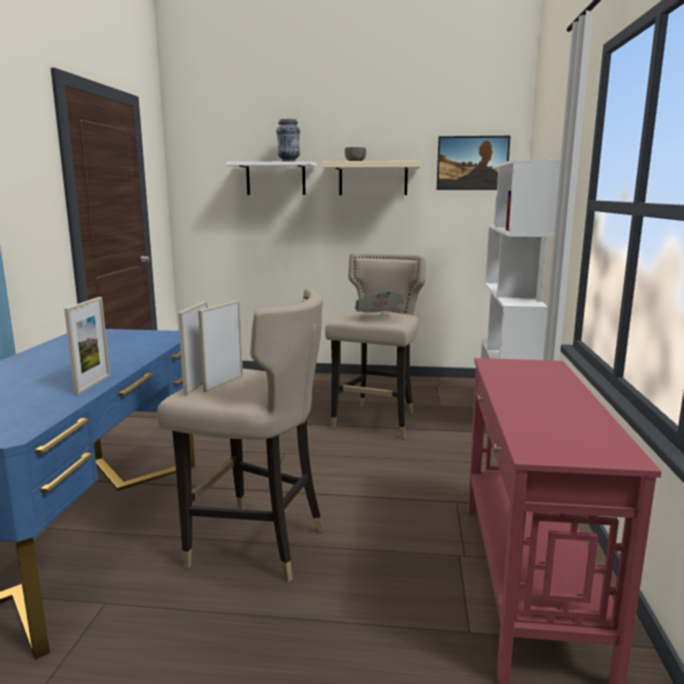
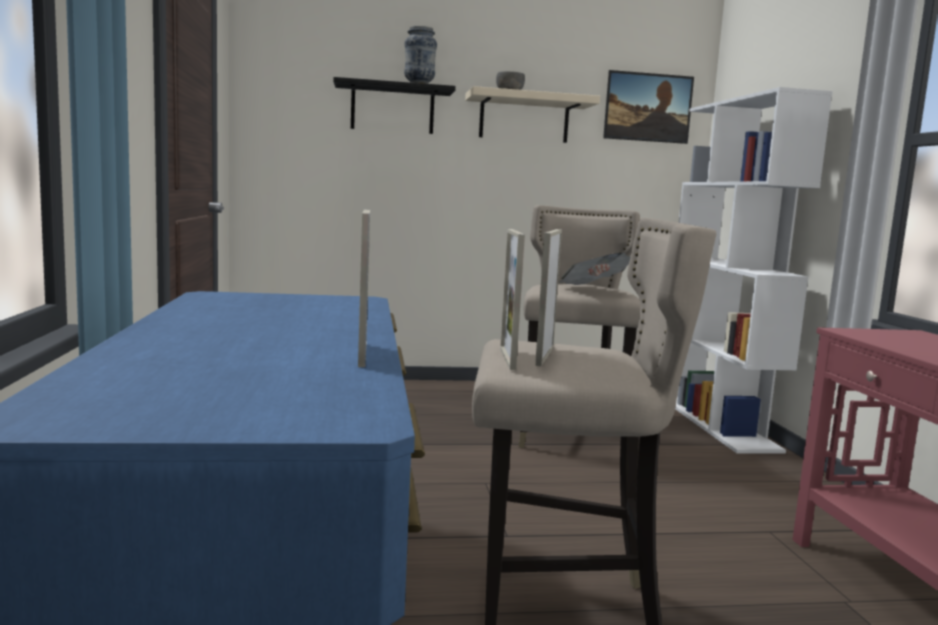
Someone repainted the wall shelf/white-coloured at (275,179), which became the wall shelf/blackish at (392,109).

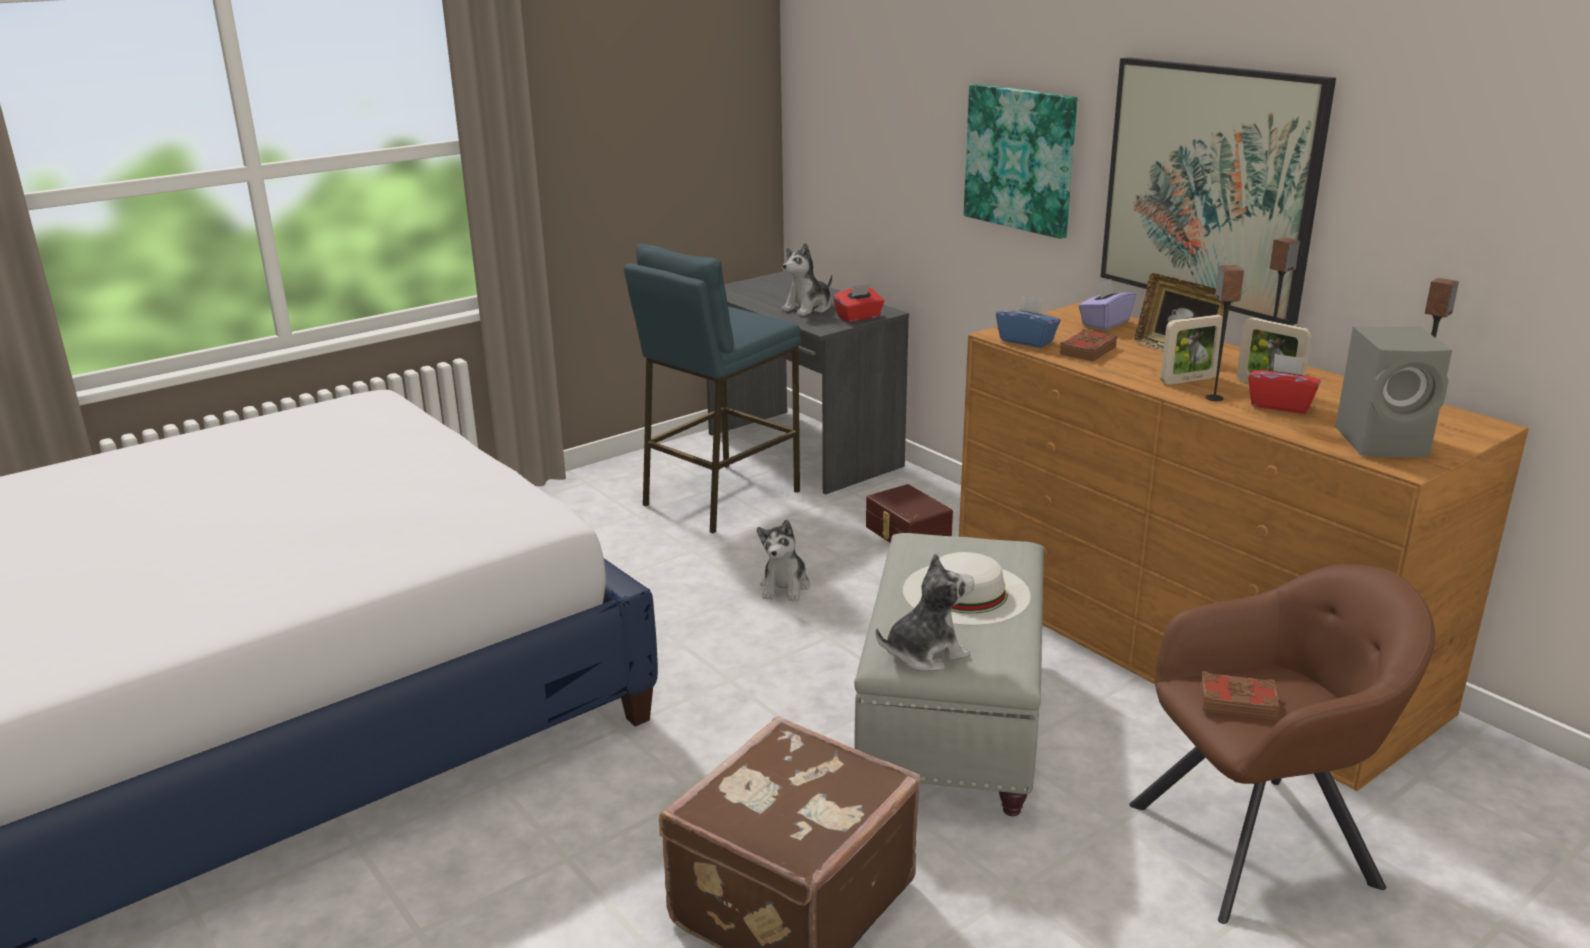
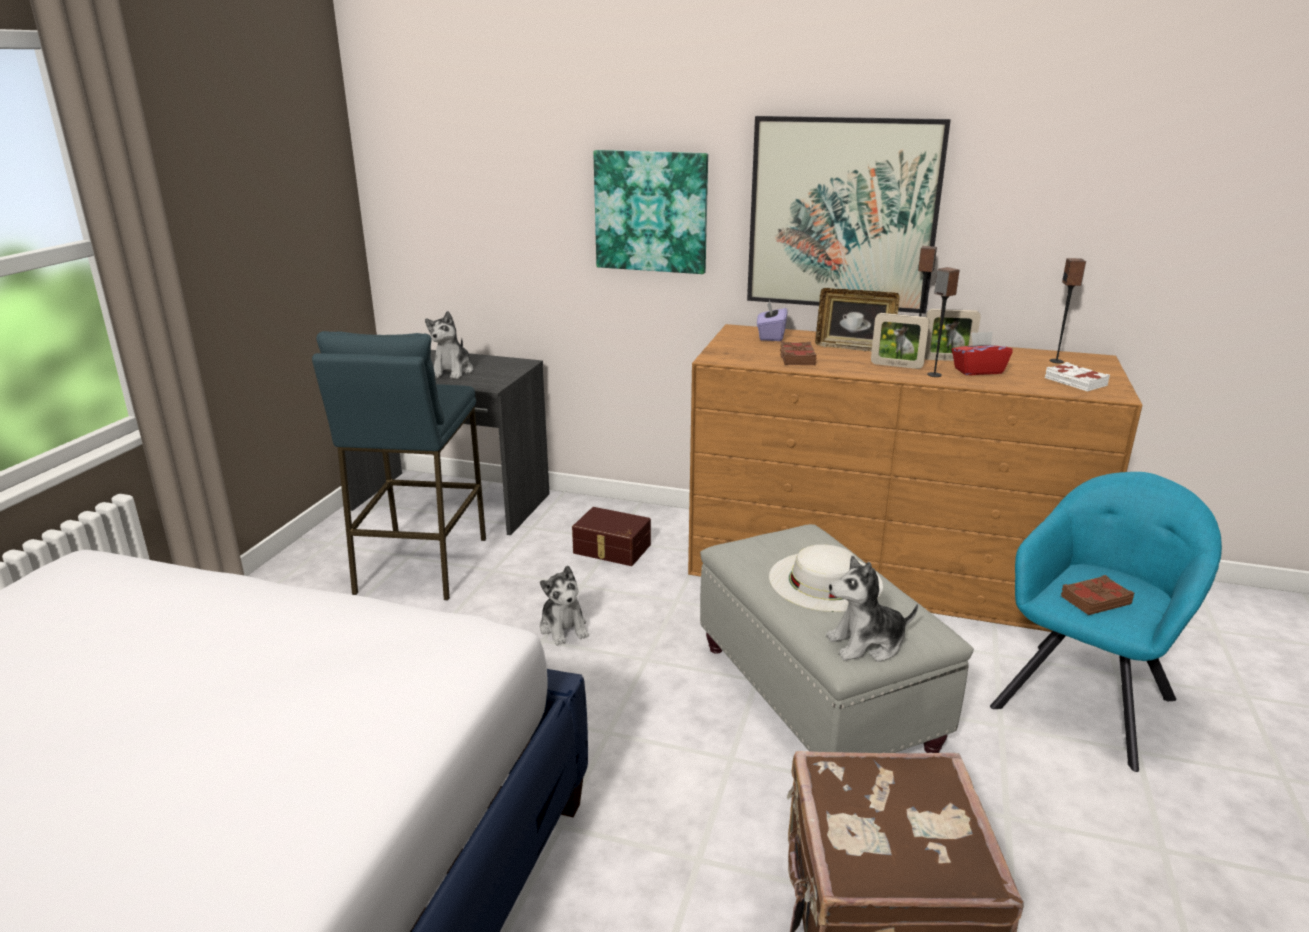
Someone rotated the soft toy at (925,653) by 135 degrees counterclockwise. Someone rotated the standing frame at (1189,380) by 75 degrees clockwise. Someone repainted the lounge chair/brownish at (1261,842), which became the lounge chair/turquoise-coloured at (1086,698). Someone swapped the loudspeaker/greyish at (1384,442) for the book/white-coloured at (1075,382). Someone took away the box of tissues/red at (859,317). Someone took away the box of tissues/blue at (1026,341).

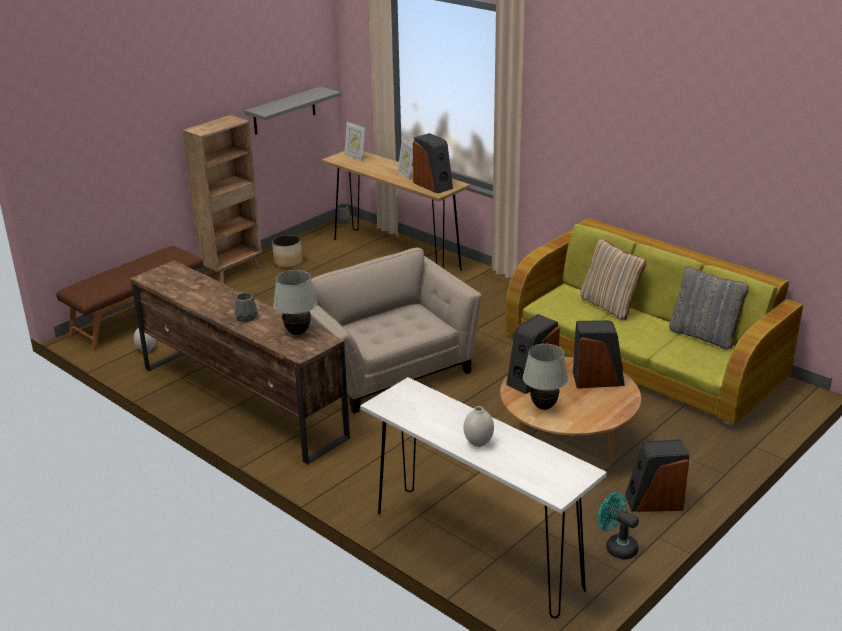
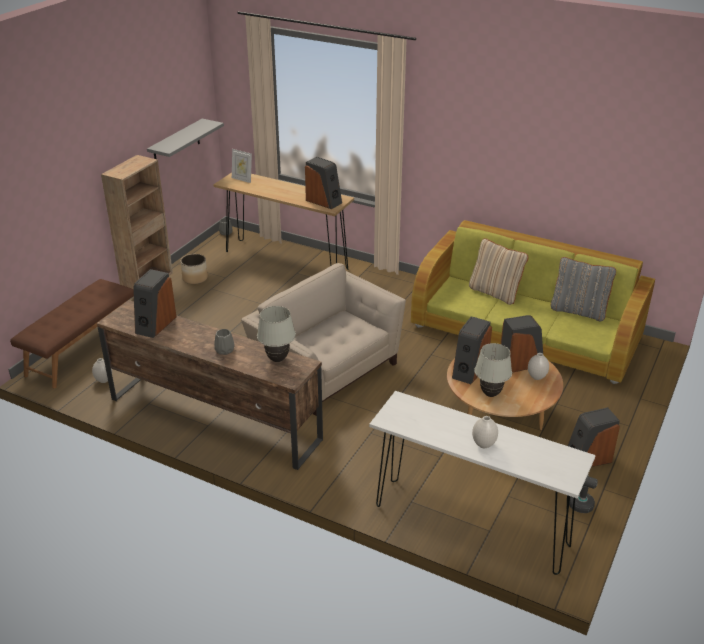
Someone put down the loudspeaker at (155,324). Someone put down the vase/white-coloured at (536,377). Someone took away the standing frame at (406,175).

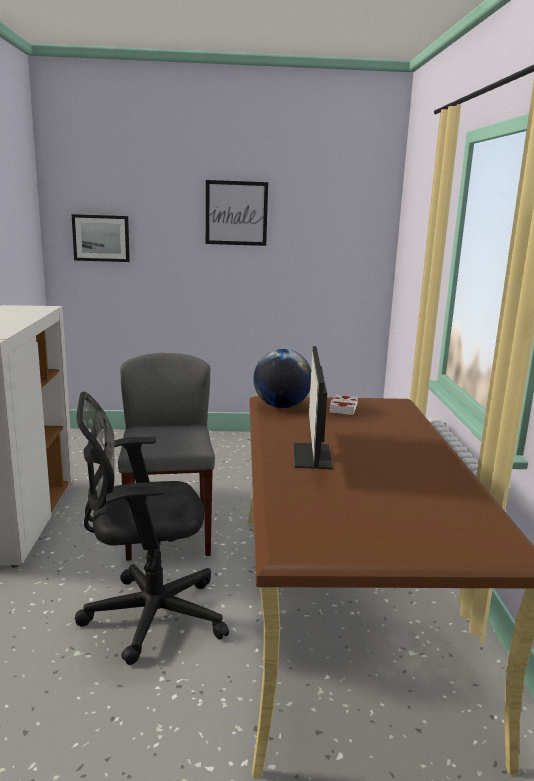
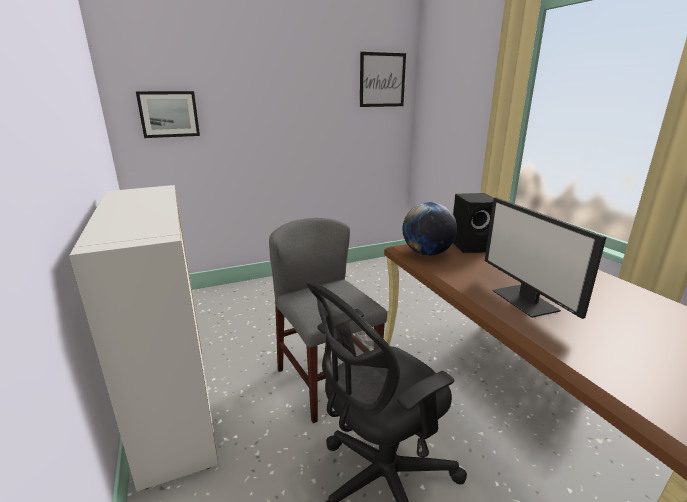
Someone carried the picture from (236,213) to (382,80). Someone swapped the book/white-coloured at (343,408) for the loudspeaker/blackish at (472,246).

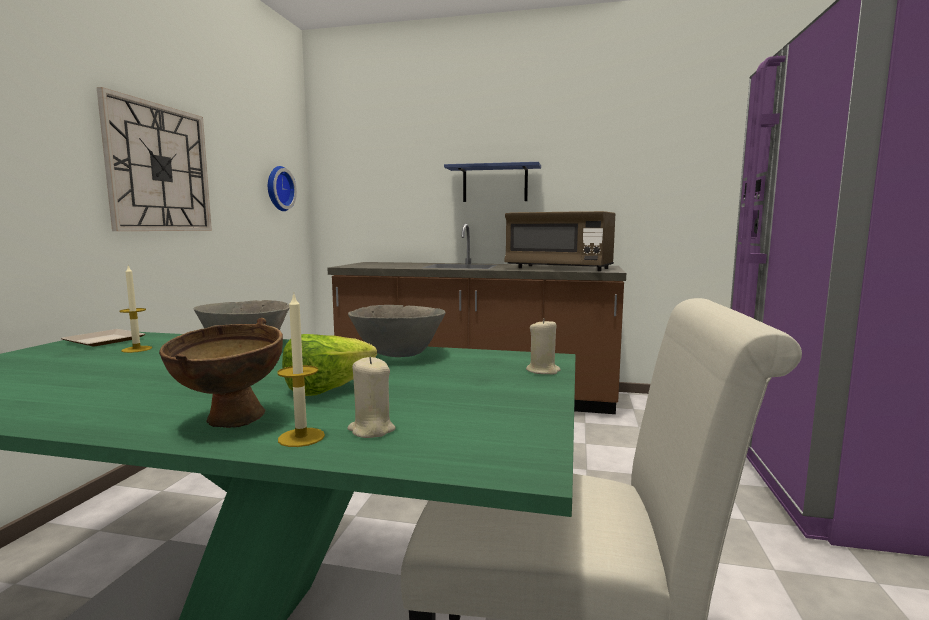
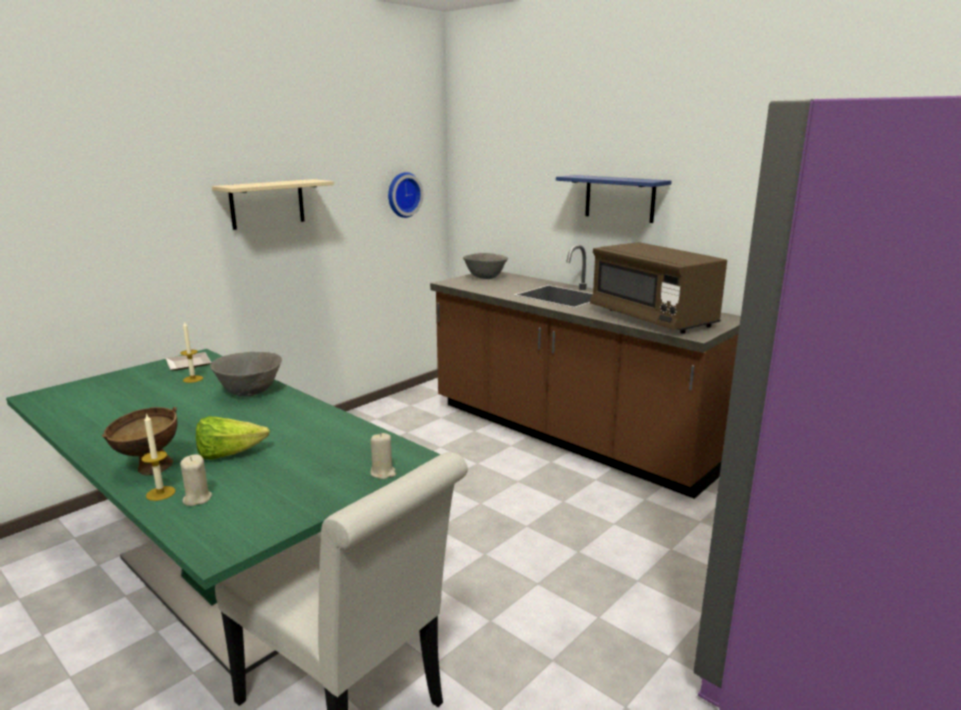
Someone swapped the clock on the wall at (159,168) for the wall shelf/sand-coloured at (267,204). Someone carried the bowl/greyish from (398,355) to (485,278).

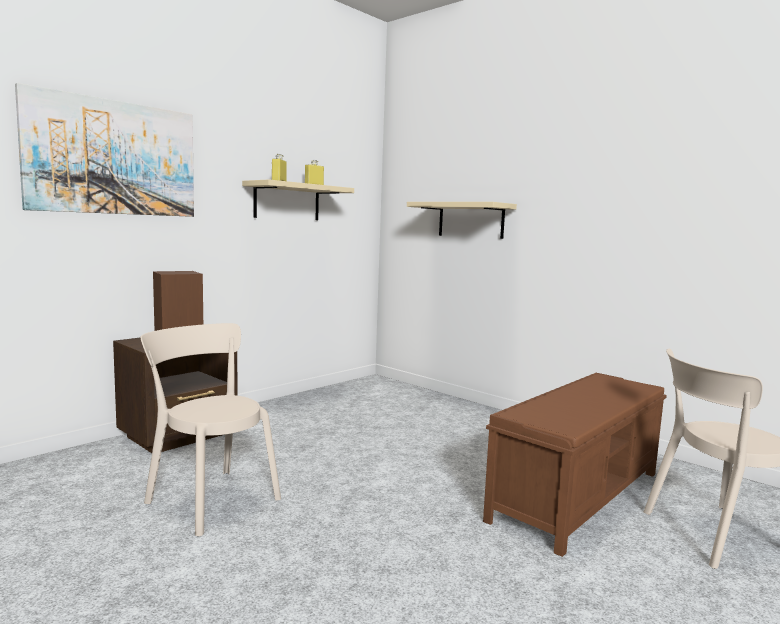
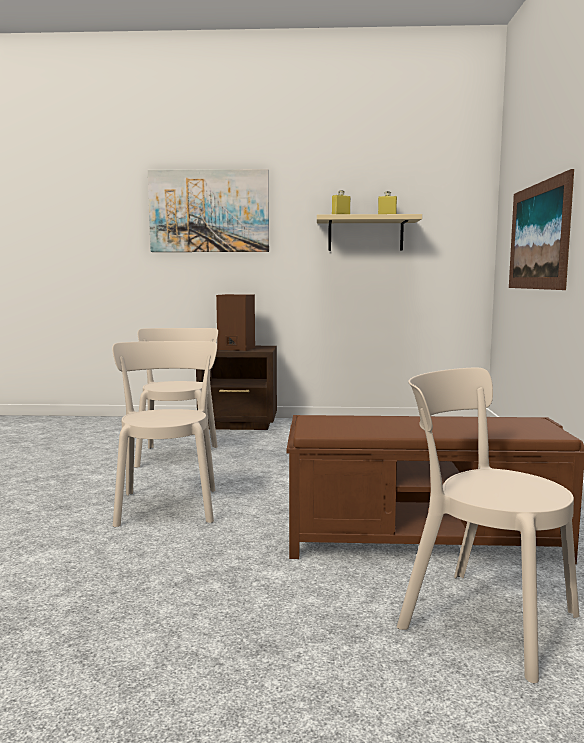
Someone put down the upright chair/sand-coloured at (168,505). Someone swapped the wall shelf/sand-coloured at (470,220) for the picture at (538,236).

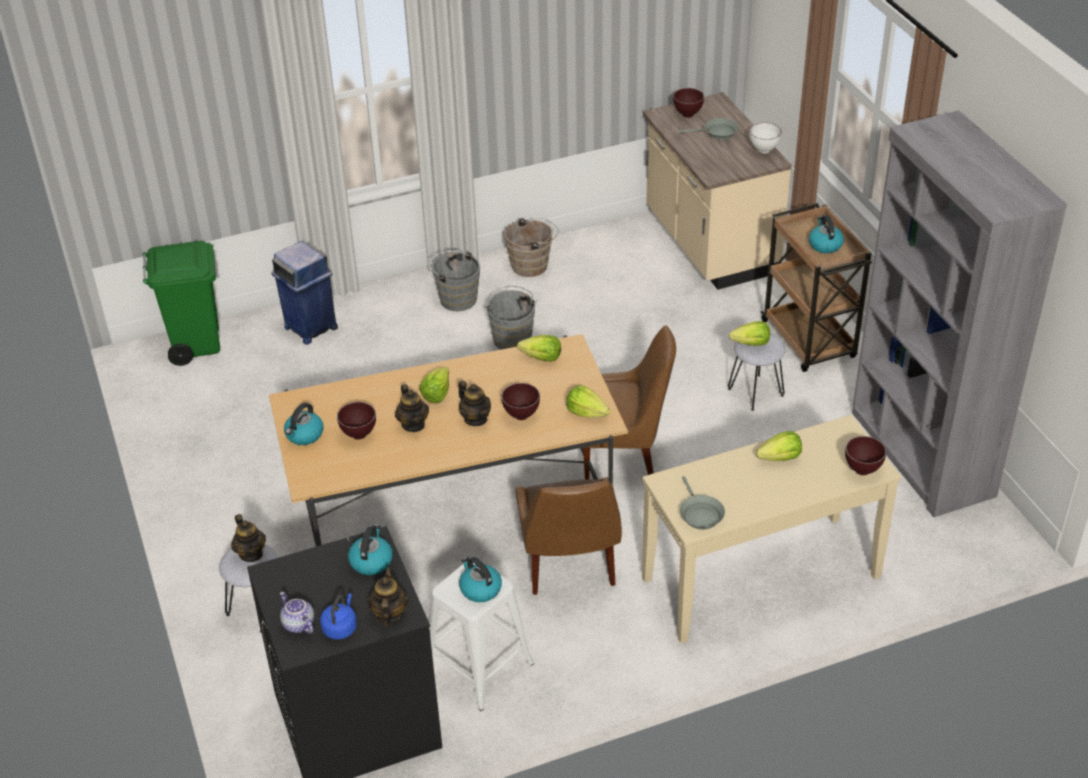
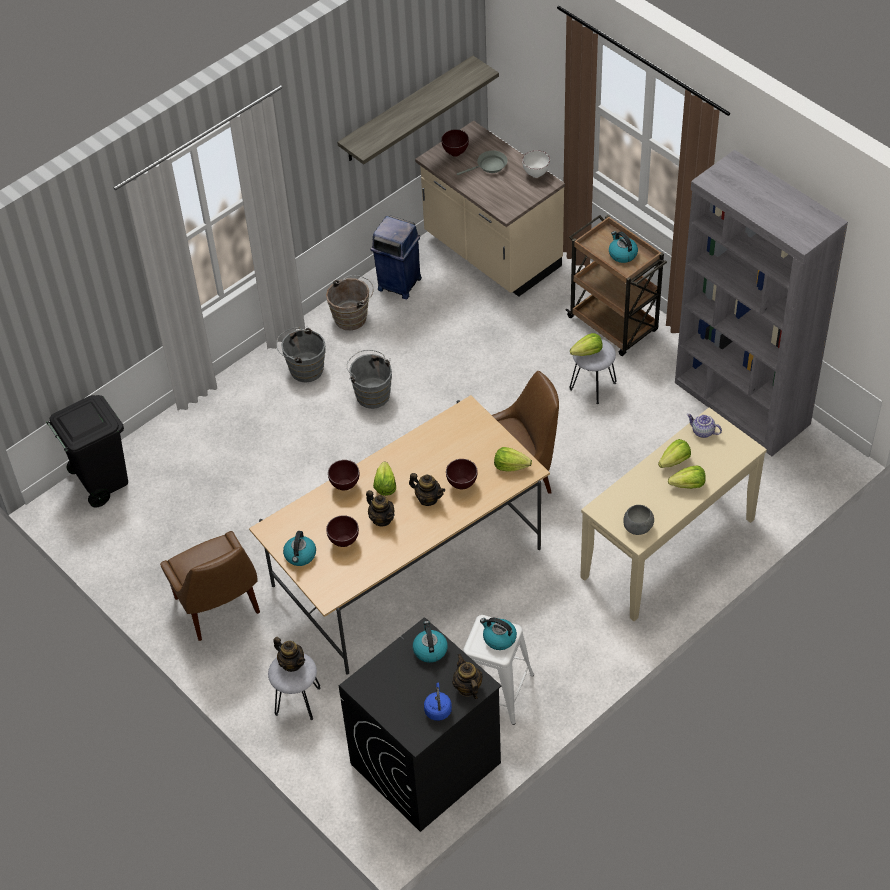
Someone repainted the rubbish bin/green-coloured at (196,344), which became the rubbish bin/blackish at (101,481). Someone carried the upright chair/brownish from (569,566) to (218,608). Someone carried the bowl/brownish from (863,471) to (345,486). Someone put up the wall shelf at (407,110). Someone carried the rubbish bin/blue from (310,327) to (399,283). Someone swapped the pan/greyish at (699,514) for the bowl/greyish at (638,528). Someone carried the head of lettuce from (541,358) to (688,485). Someone carried the teapot from (298,624) to (702,432).

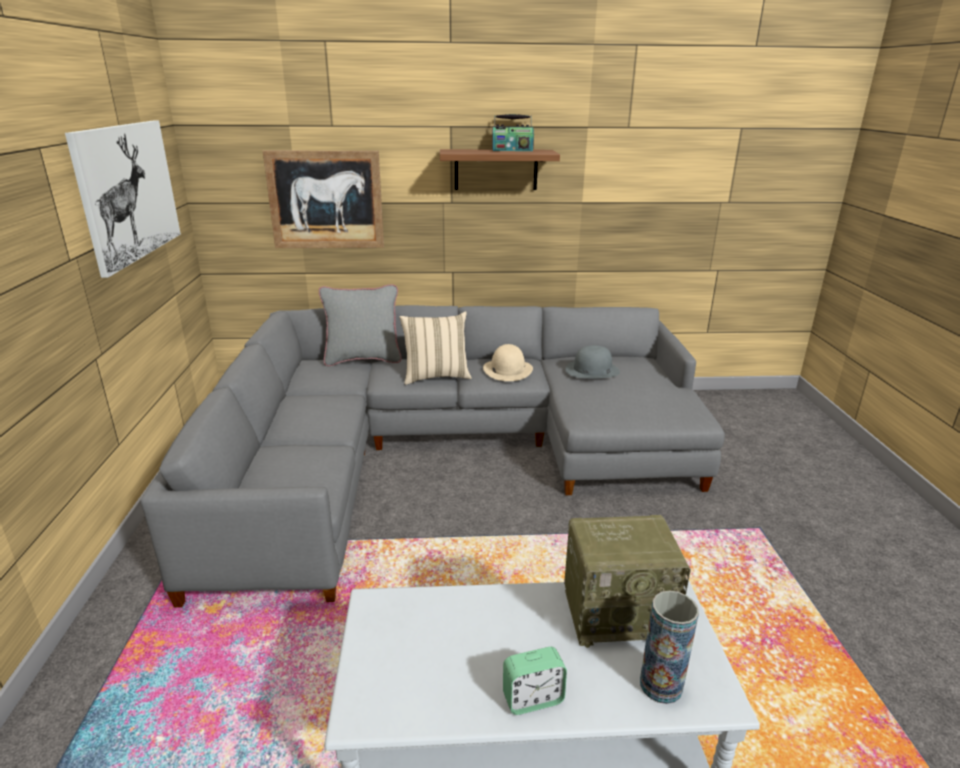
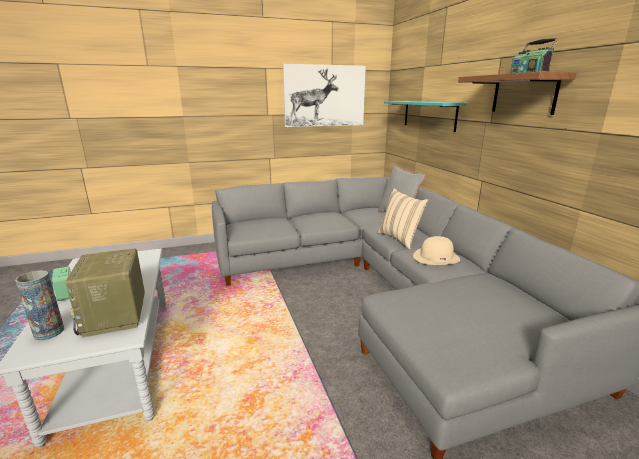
Someone swapped the picture at (325,200) for the wall shelf/turquoise-coloured at (429,115). Someone took away the hat/greyish at (592,370).

